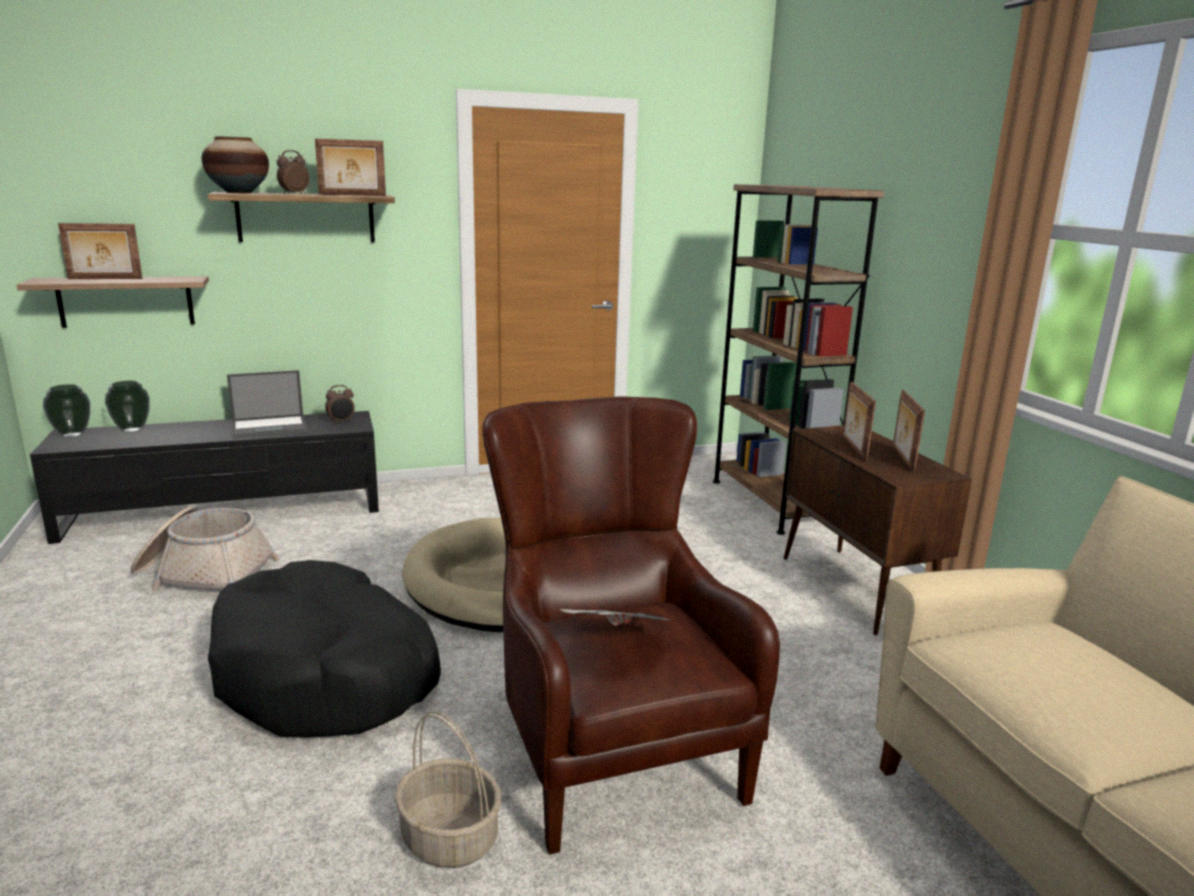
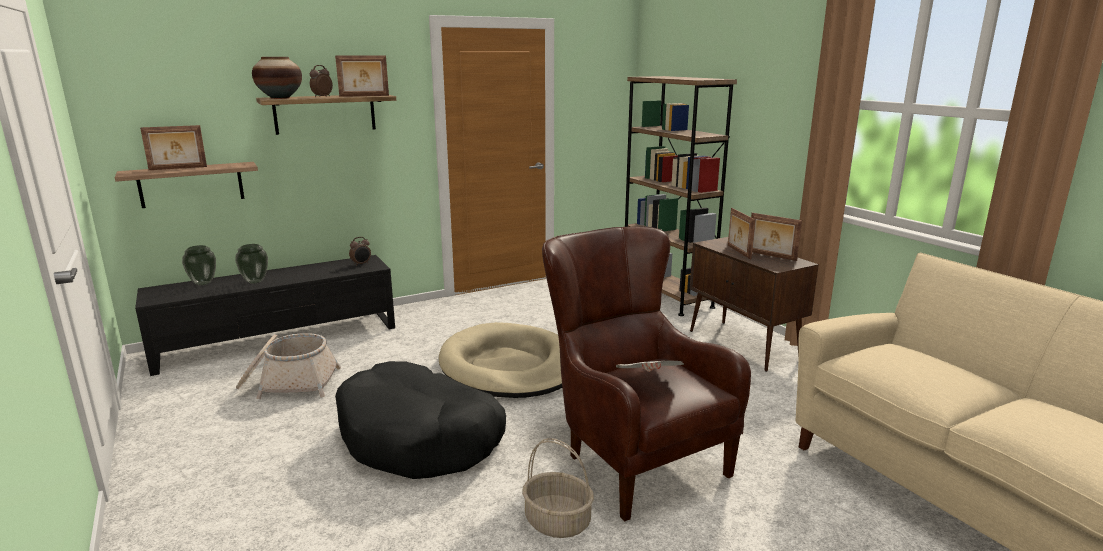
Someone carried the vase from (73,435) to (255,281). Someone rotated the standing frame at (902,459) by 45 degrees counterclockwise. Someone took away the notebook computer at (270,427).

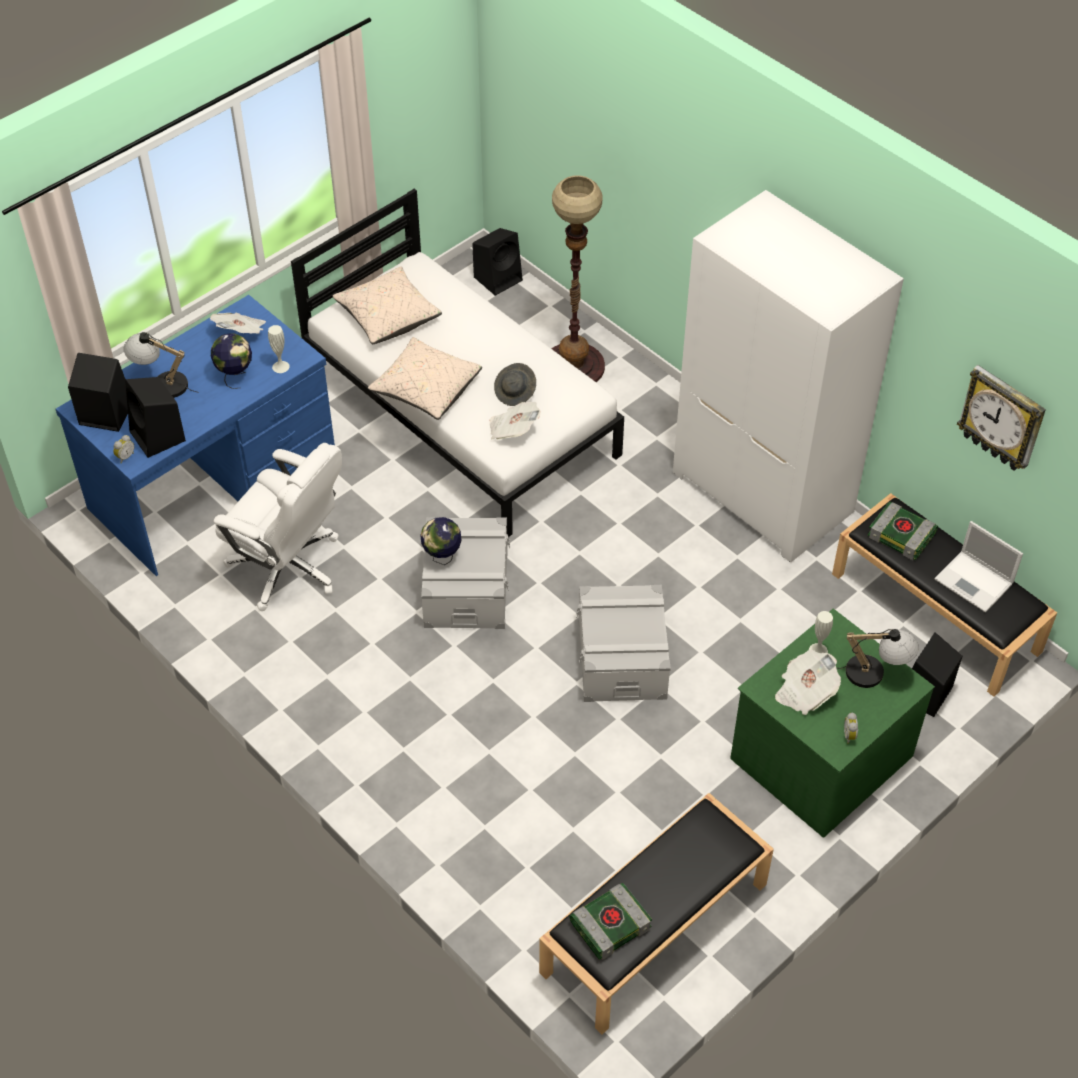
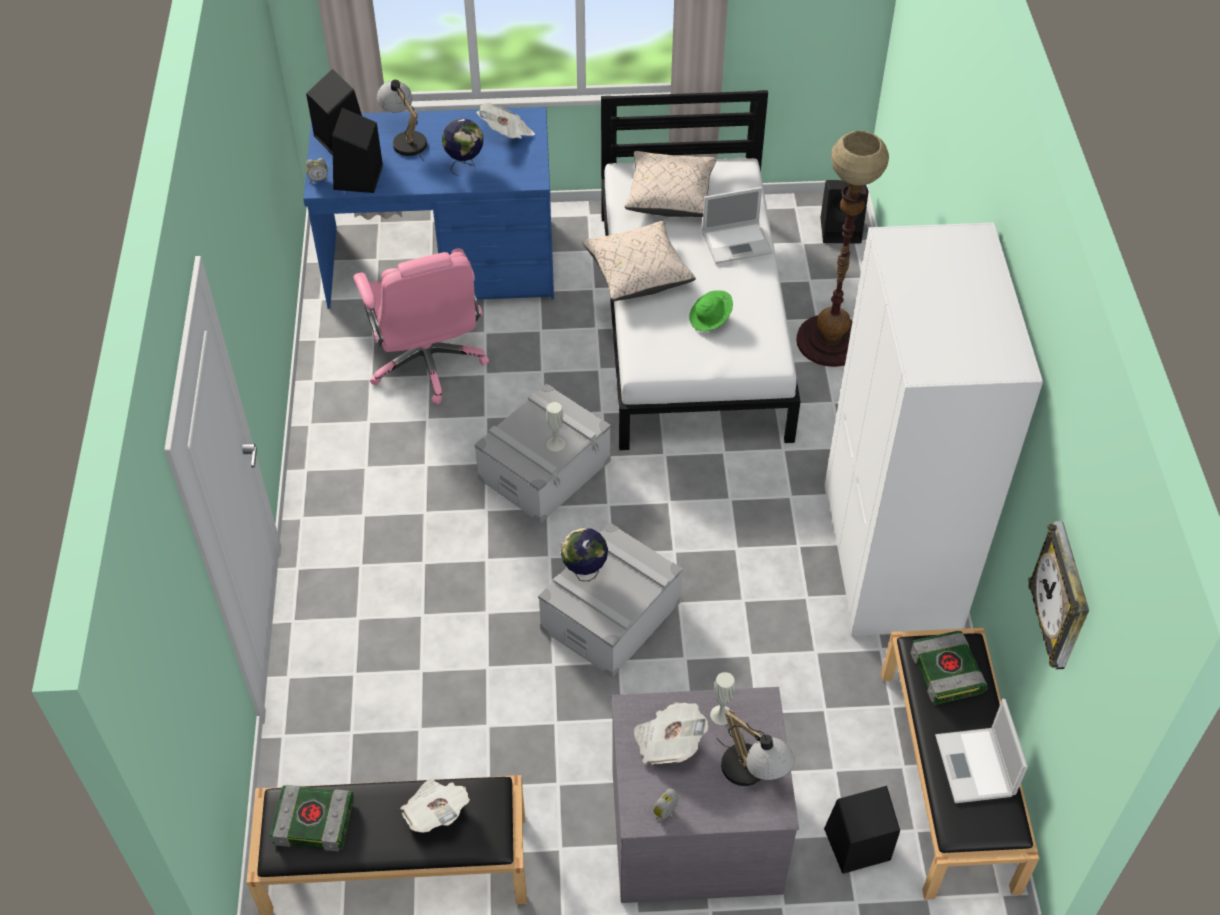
Someone repainted the office chair/white-coloured at (288,567), which became the office chair/pink at (428,363). Someone carried the daily paper from (513,430) to (436,812). Someone carried the vase/white-coloured from (280,367) to (555,444). Someone carried the world globe from (442,557) to (584,572). Someone repainted the chest of drawers/green-coloured at (819,755), which became the chest of drawers/greyish at (695,827). Someone repainted the hat/greyish at (515,392), which became the hat/green-coloured at (710,319). Someone put down the notebook computer at (738,242).

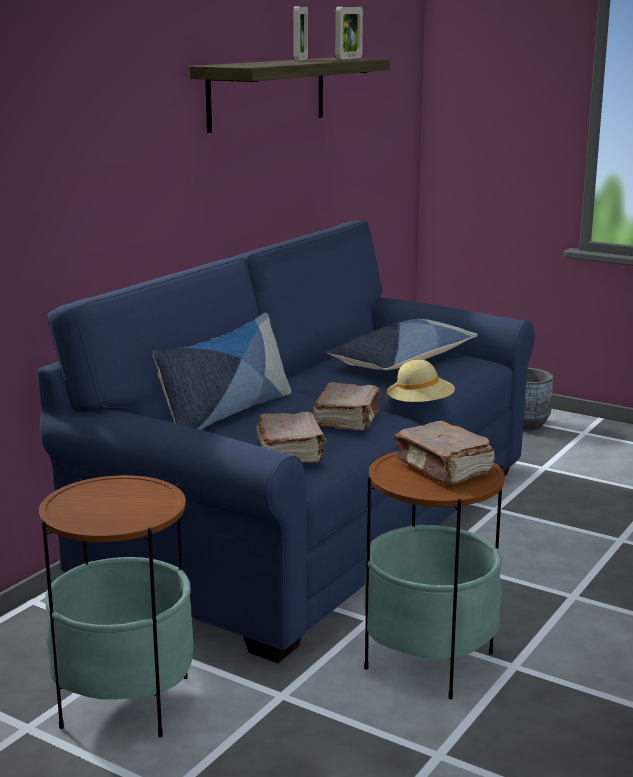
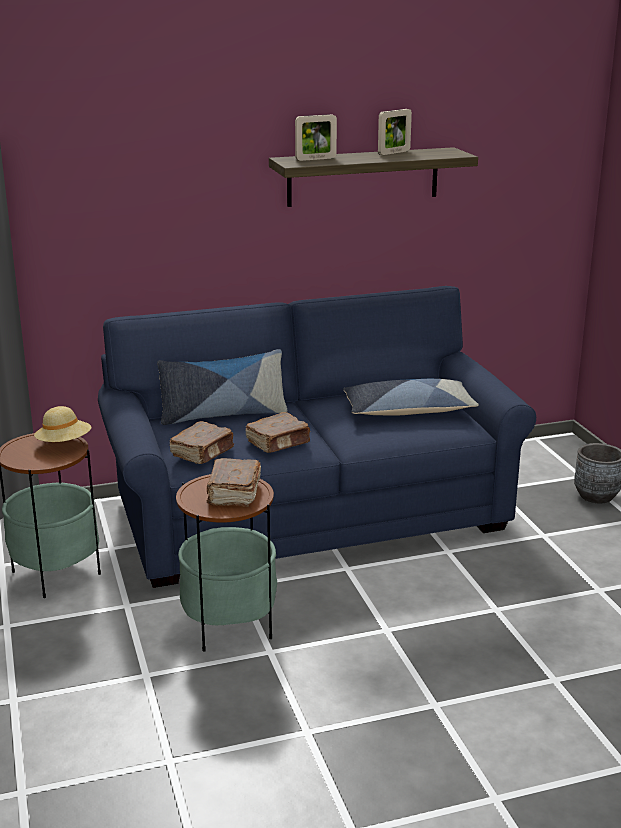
Someone carried the hat/sand-coloured from (420,406) to (64,444). Someone carried the standing frame from (349,58) to (315,159).

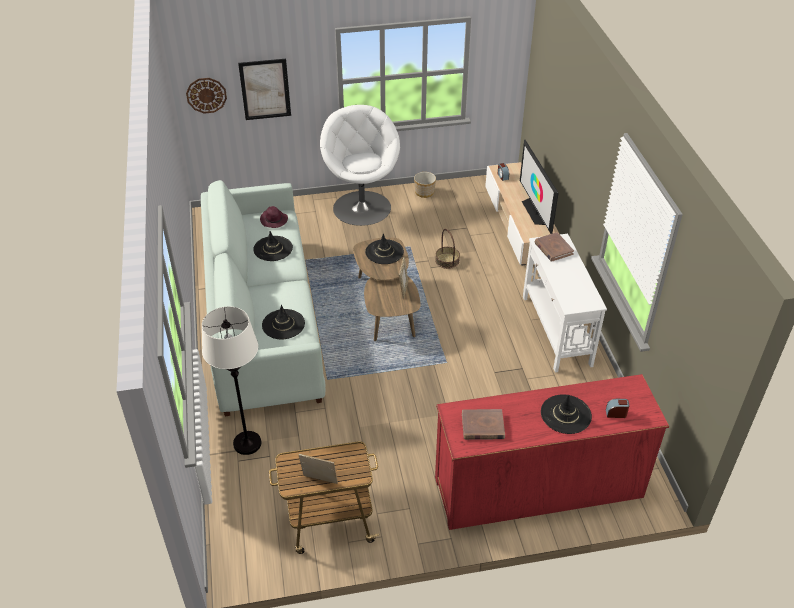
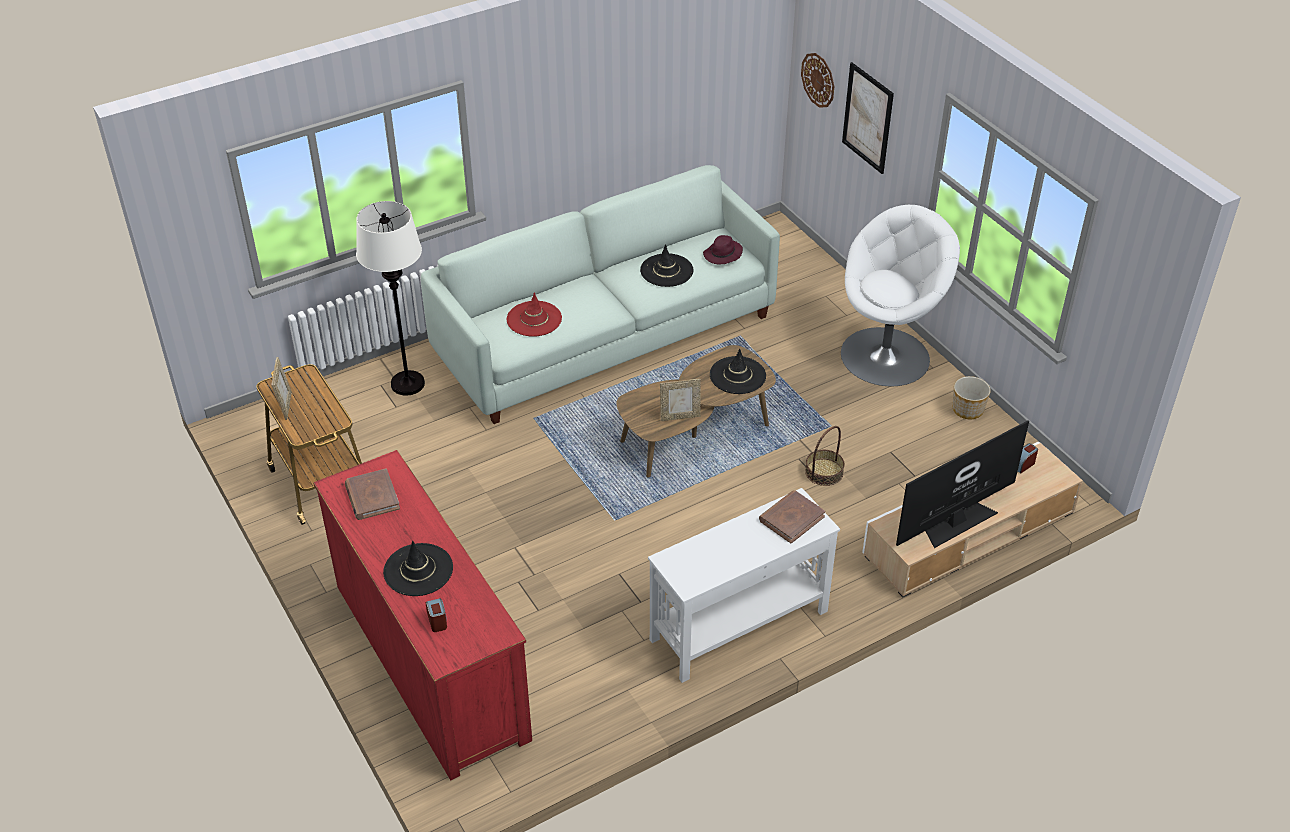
Someone repainted the hat/blackish at (283,324), which became the hat/red at (534,319).

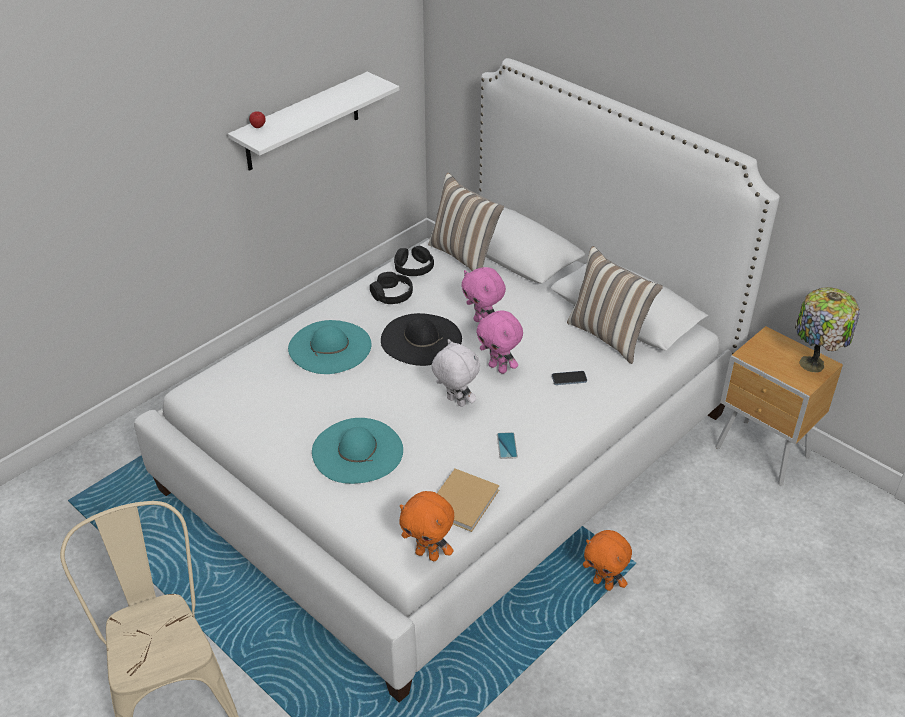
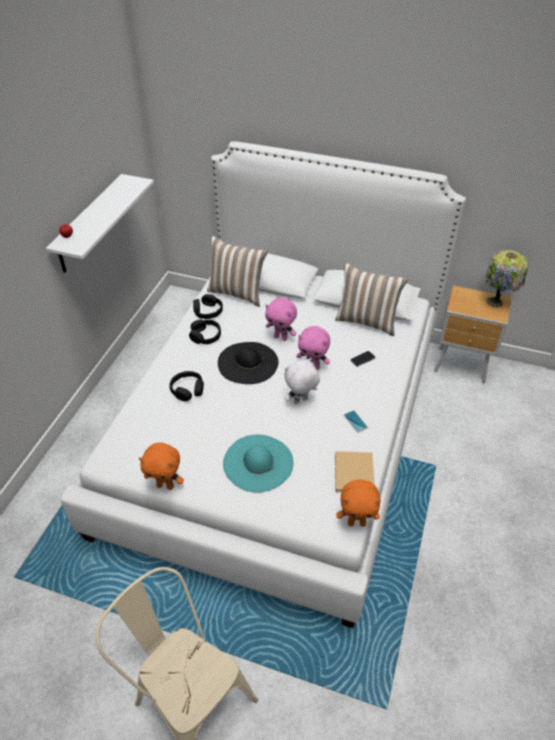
Someone carried the soft toy/orangey from (604,584) to (165,485). Someone swapped the hat/turquoise-coloured at (330,347) for the headset/blackish at (187,390). Someone rotated the soft toy/white-coloured at (455,402) by 45 degrees counterclockwise.

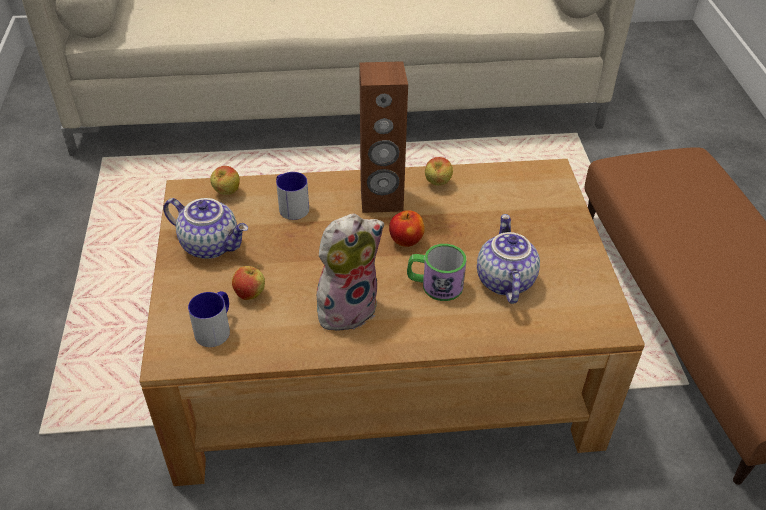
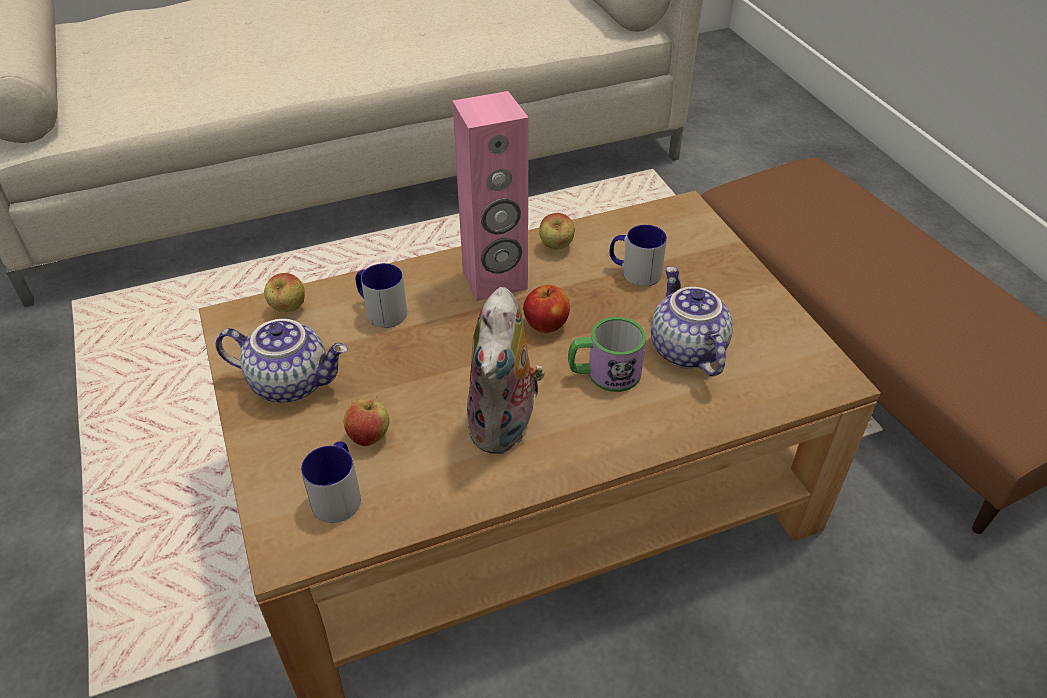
Someone repainted the loudspeaker/brownish at (381,200), which became the loudspeaker/pink at (495,280). Someone rotated the soft toy at (347,308) by 150 degrees clockwise. Someone put down the tea mug at (634,272).

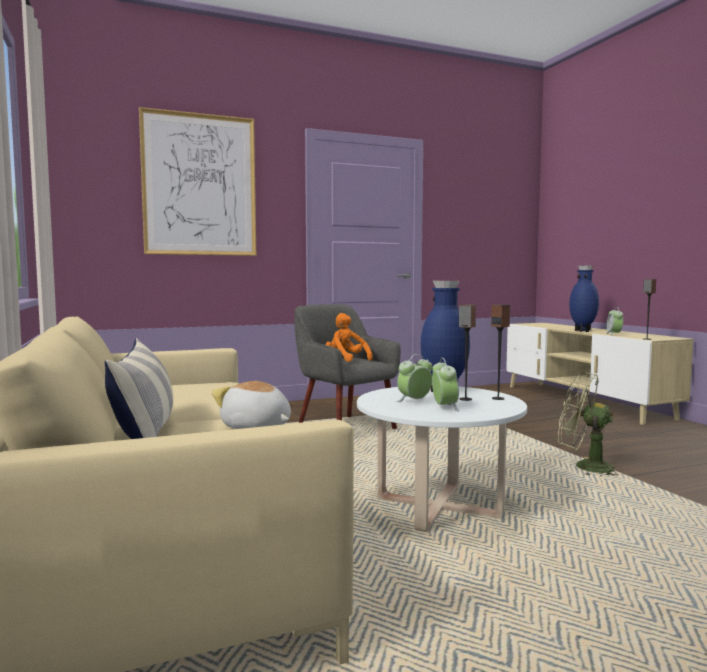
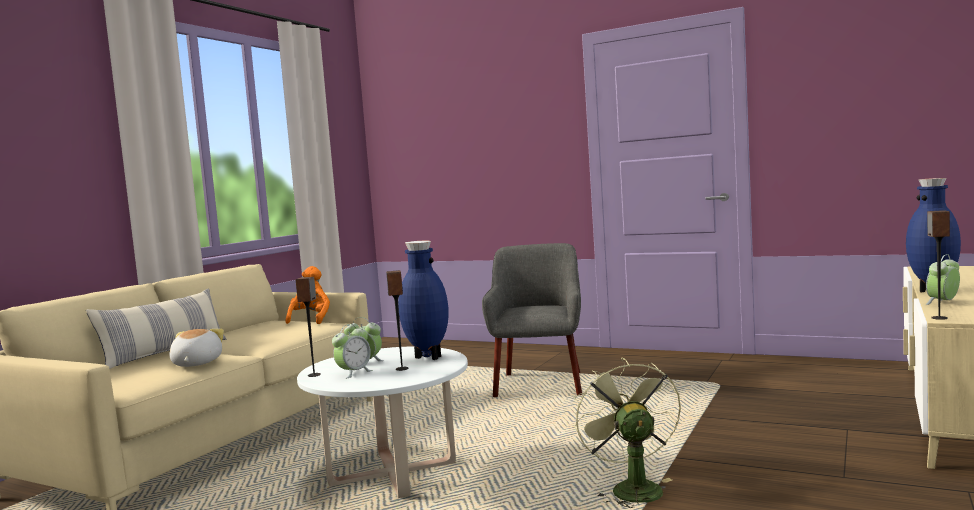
Someone carried the soft toy/orangey from (346,360) to (311,320). Someone carried the loudspeaker from (498,398) to (314,375). Someone took away the picture at (199,185).

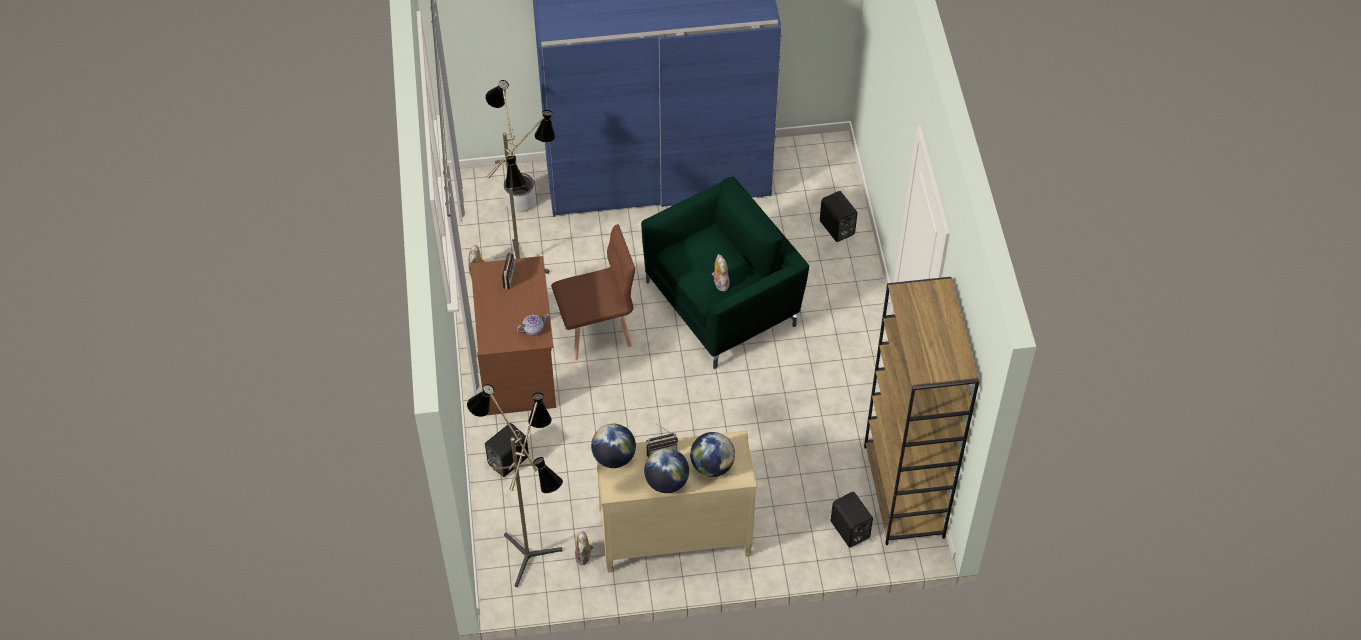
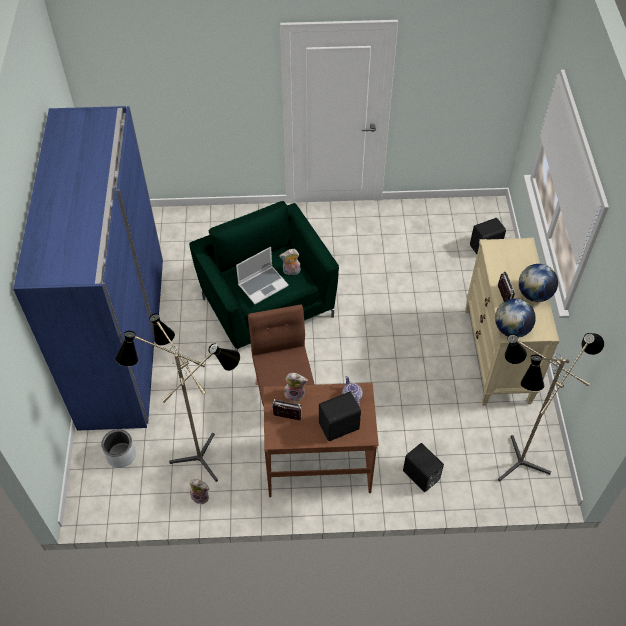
Someone put down the notebook computer at (263,285). Someone carried the soft toy from (584,557) to (295,394). Someone carried the loudspeaker/blackish from (836,229) to (340,427). Someone took away the world globe at (712,466). Someone took away the bookcase/brownish at (904,492).

